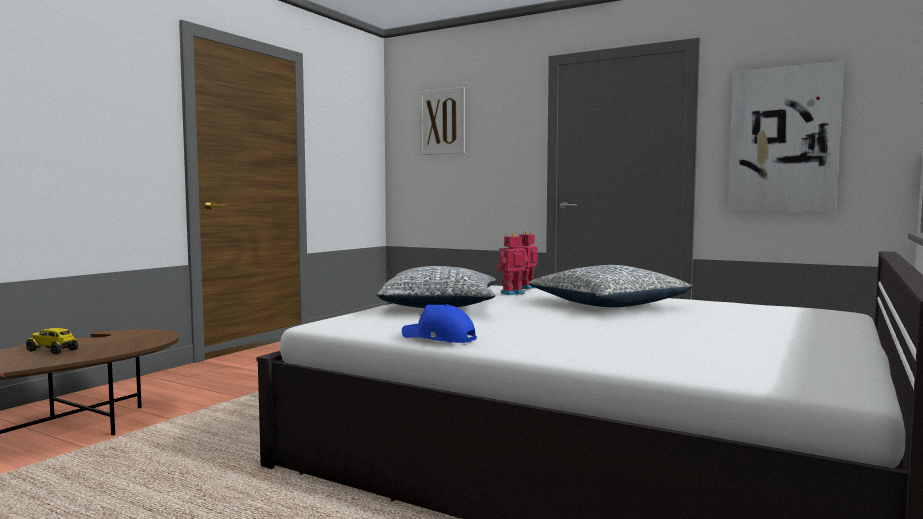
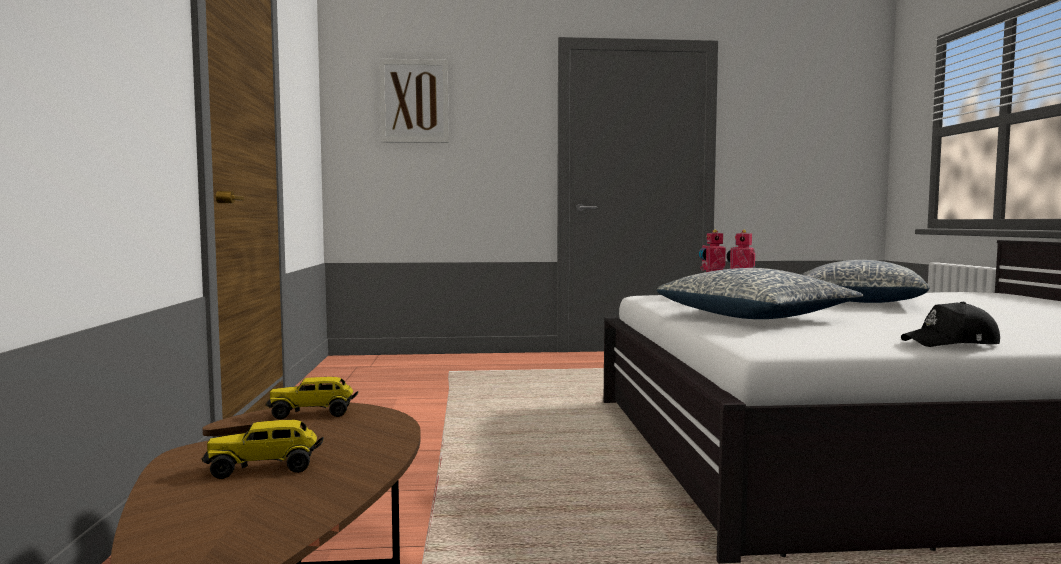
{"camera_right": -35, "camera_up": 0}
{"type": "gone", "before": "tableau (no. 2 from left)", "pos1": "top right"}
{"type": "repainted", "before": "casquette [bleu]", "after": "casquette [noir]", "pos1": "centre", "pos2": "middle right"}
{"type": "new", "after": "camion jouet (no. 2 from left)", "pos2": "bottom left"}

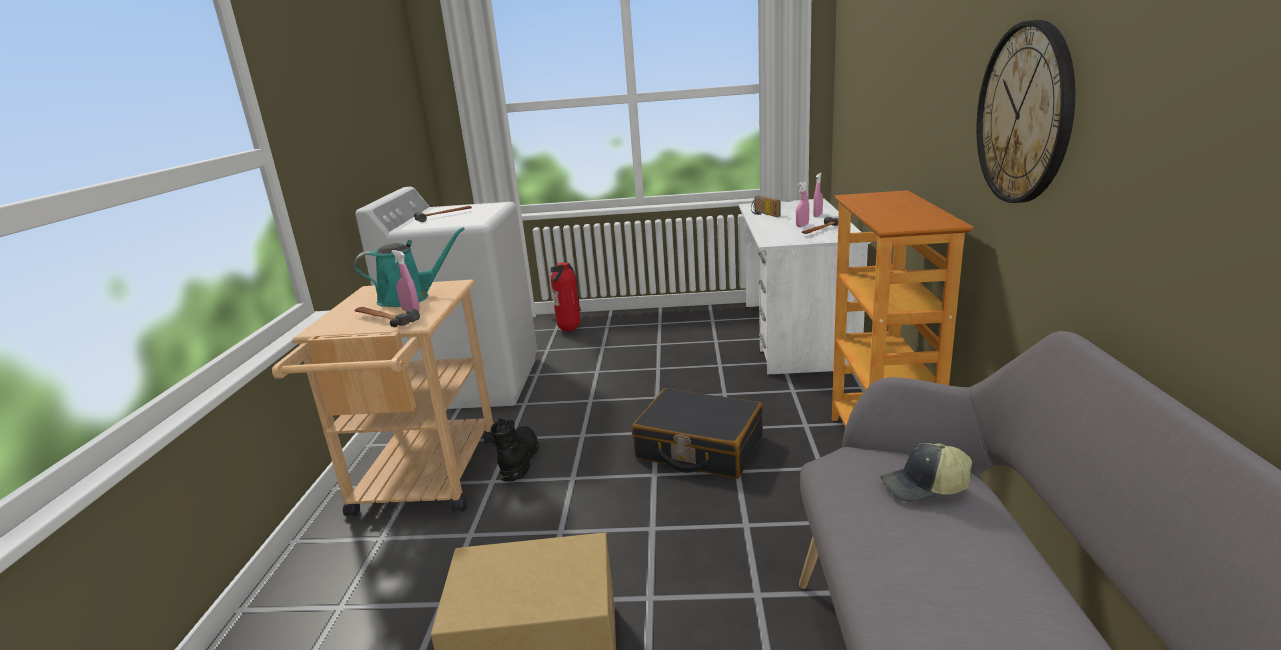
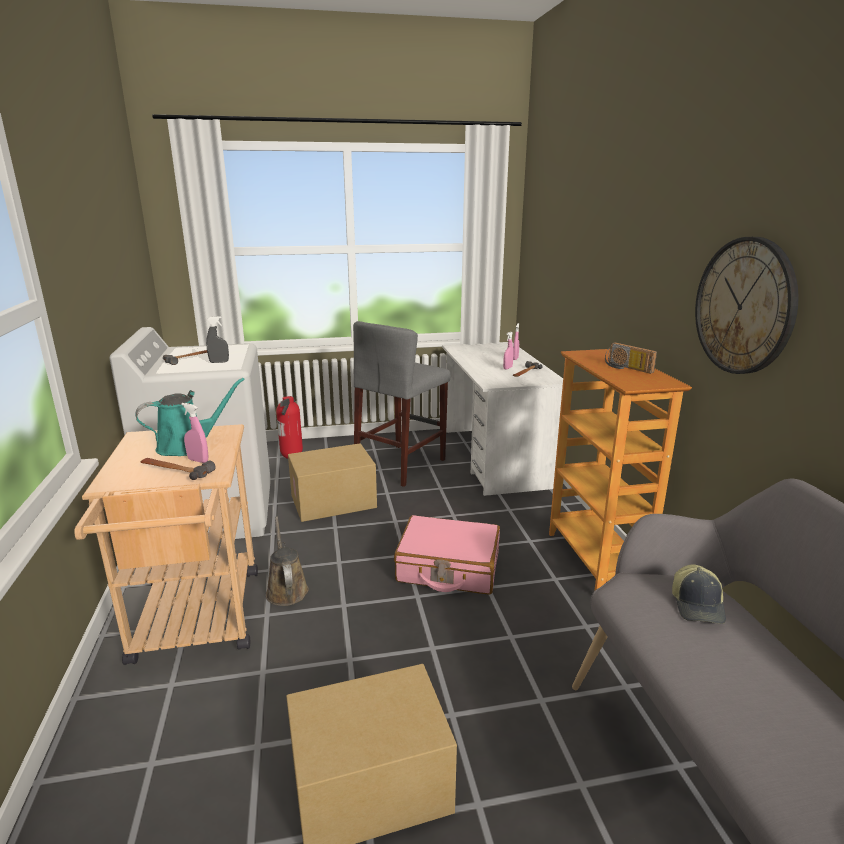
{"camera_right": -15, "camera_up": 0}
{"type": "shifted", "before": "radio", "pos1": "top centre", "pos2": "middle right"}
{"type": "repainted", "before": "valise [noir]", "after": "valise [rose]", "pos1": "centre", "pos2": "centre"}
{"type": "swapped", "before": "botte [noir]", "after": "arrosoir [marron]", "pos1": "bottom centre", "pos2": "centre"}
{"type": "rotated", "before": "casquette", "pos1": "bottom right", "pos2": "bottom right", "turn": -60}
{"type": "new", "after": "vaporisateur [gris]", "pos2": "middle left"}
{"type": "new", "after": "tabouret [gris]", "pos2": "centre"}
{"type": "new", "after": "carton (no. 1 from left)", "pos2": "centre"}

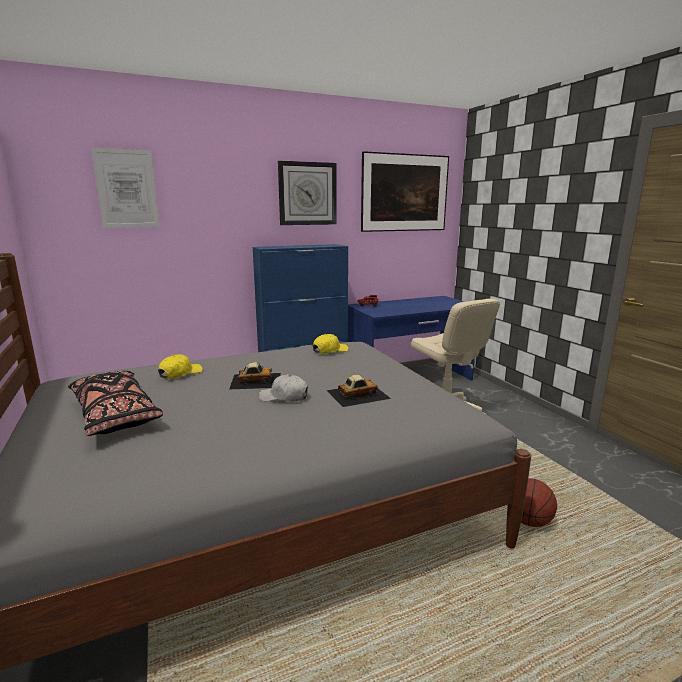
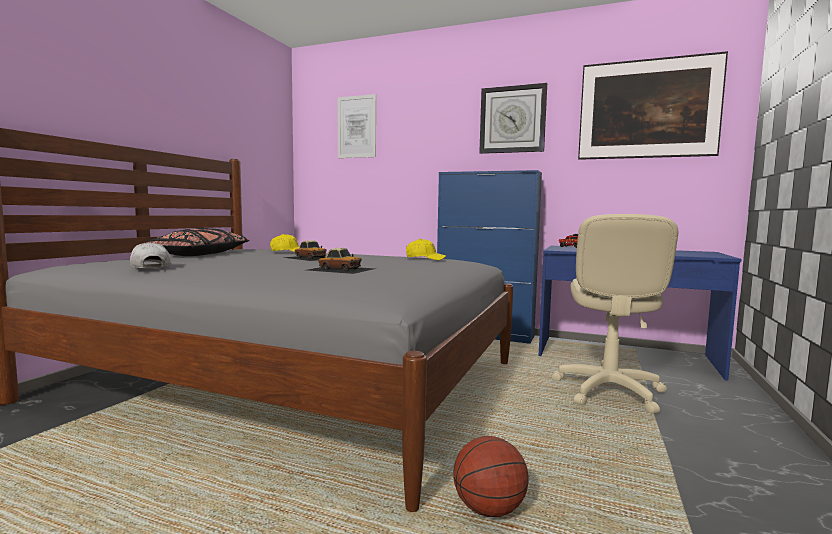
{"camera_right": 45, "camera_up": -10}
{"type": "shifted", "before": "casquette [blanc]", "pos1": "centre", "pos2": "middle left"}

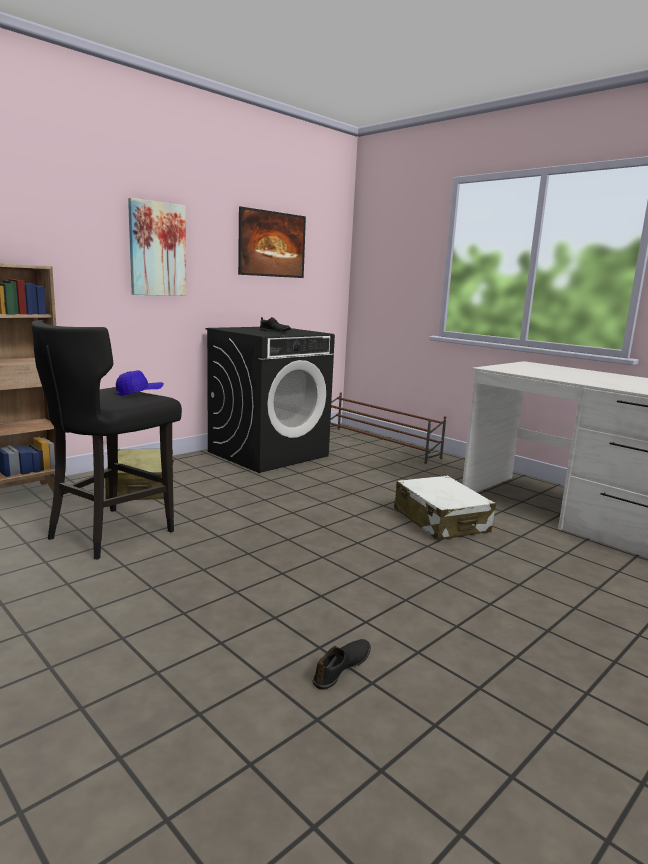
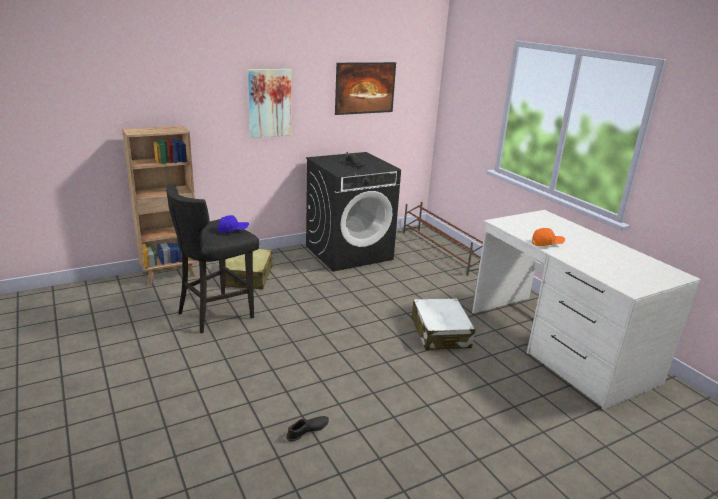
{"camera_right": 15, "camera_up": 10}
{"type": "new", "after": "casquette [orange]", "pos2": "middle right"}

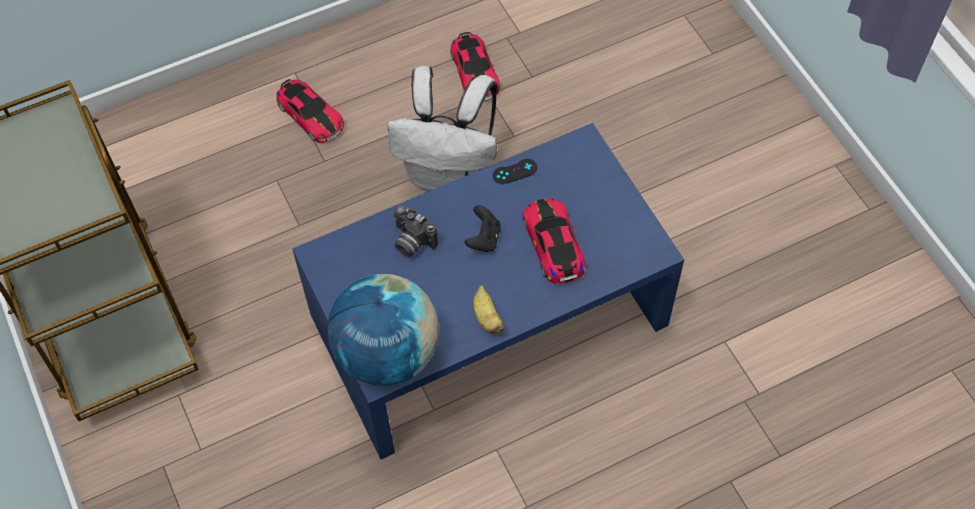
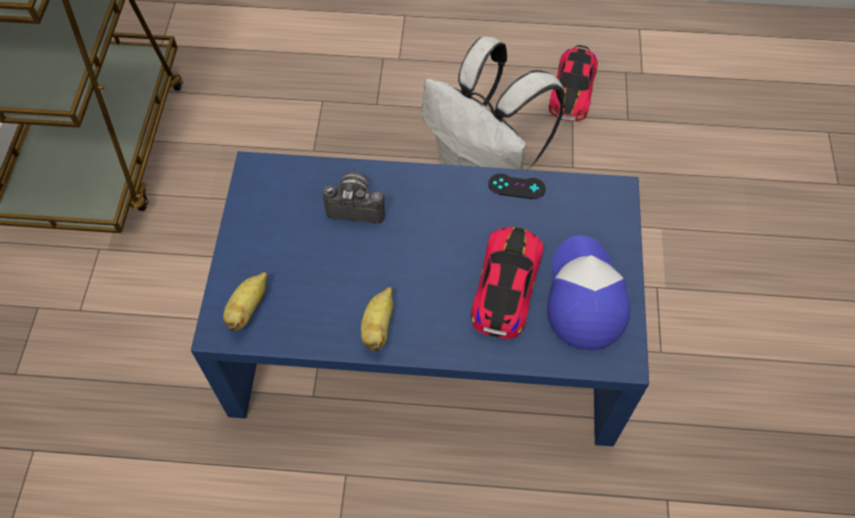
{"camera_right": 30, "camera_up": 0}
{"type": "gone", "before": "petite voiture (no. 1 from left)", "pos1": "top left"}
{"type": "gone", "before": "manette [noir] (no. 1 from left)", "pos1": "centre"}
{"type": "rotated", "before": "appareil photo", "pos1": "centre", "pos2": "centre", "turn": 120}
{"type": "swapped", "before": "globe", "after": "banane (no. 1 from left)", "pos1": "centre", "pos2": "middle left"}
{"type": "new", "after": "casquette", "pos2": "middle right"}

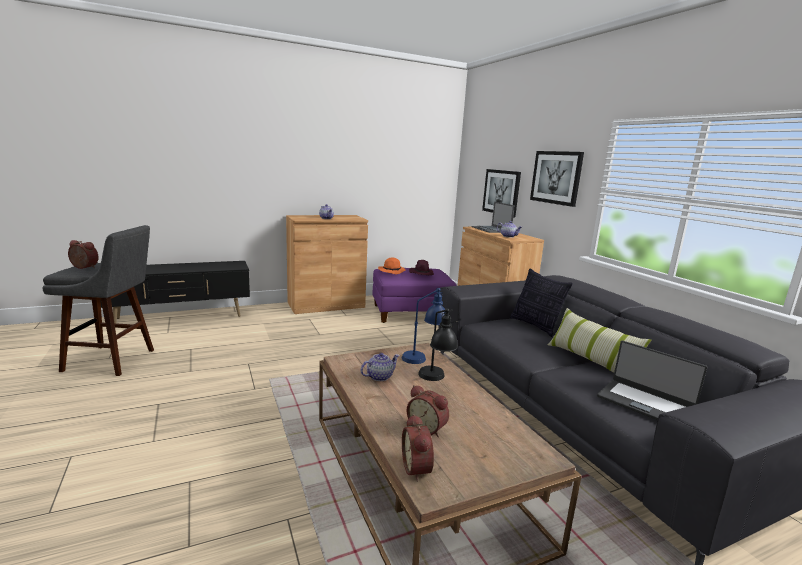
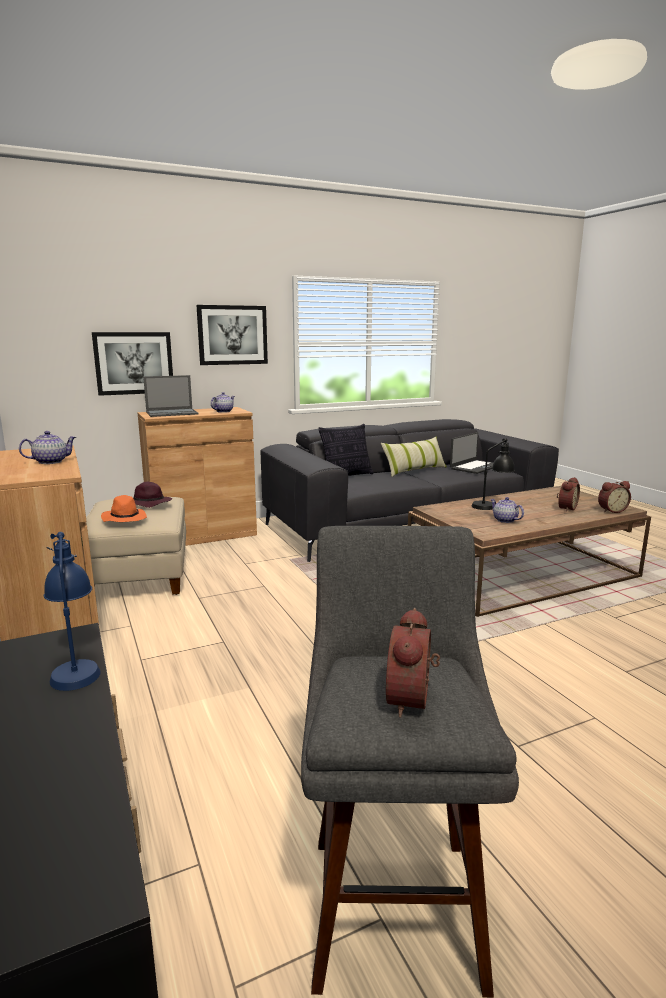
{"camera_right": -90, "camera_up": 0}
{"type": "repainted", "before": "pouf [violet]", "after": "pouf [beige]", "pos1": "centre", "pos2": "middle left"}
{"type": "shifted", "before": "lampe de table [bleu]", "pos1": "centre", "pos2": "middle left"}

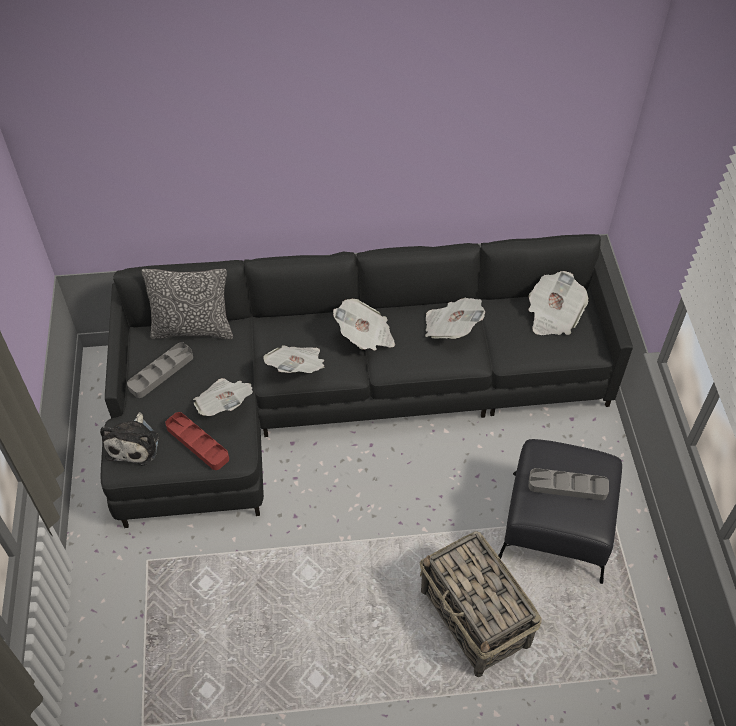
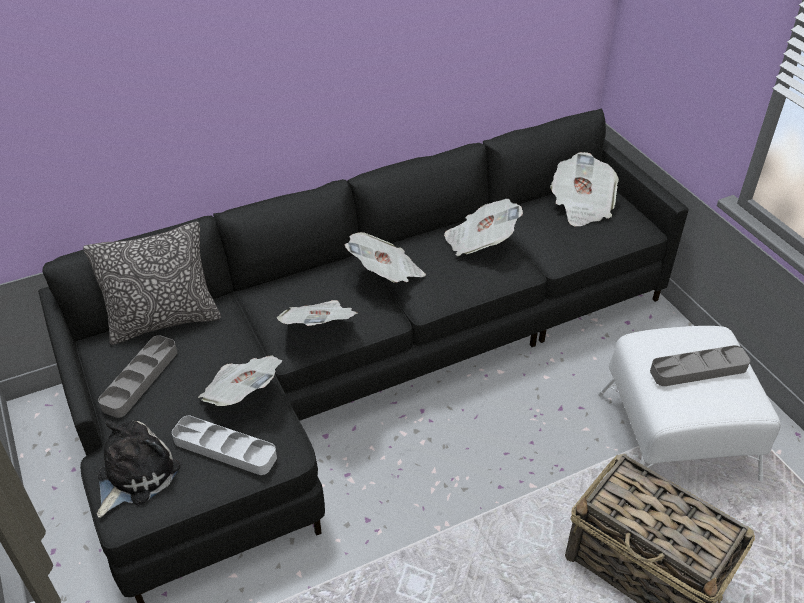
{"camera_right": -20, "camera_up": -10}
{"type": "rotated", "before": "peluche", "pos1": "middle left", "pos2": "bottom left", "turn": -135}
{"type": "repainted", "before": "plateau [rouge]", "after": "plateau [gris] (no. 2 from left)", "pos1": "middle left", "pos2": "bottom left"}
{"type": "repainted", "before": "pouf [noir]", "after": "pouf [blanc]", "pos1": "bottom right", "pos2": "bottom right"}

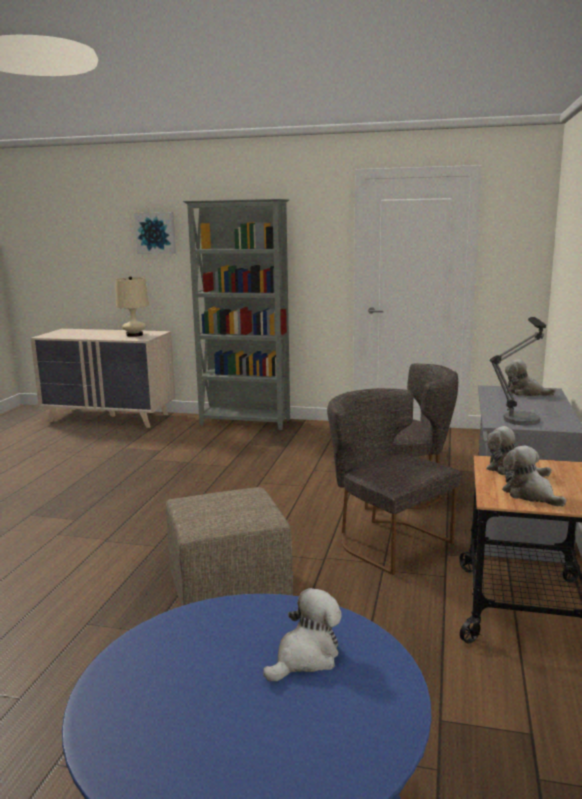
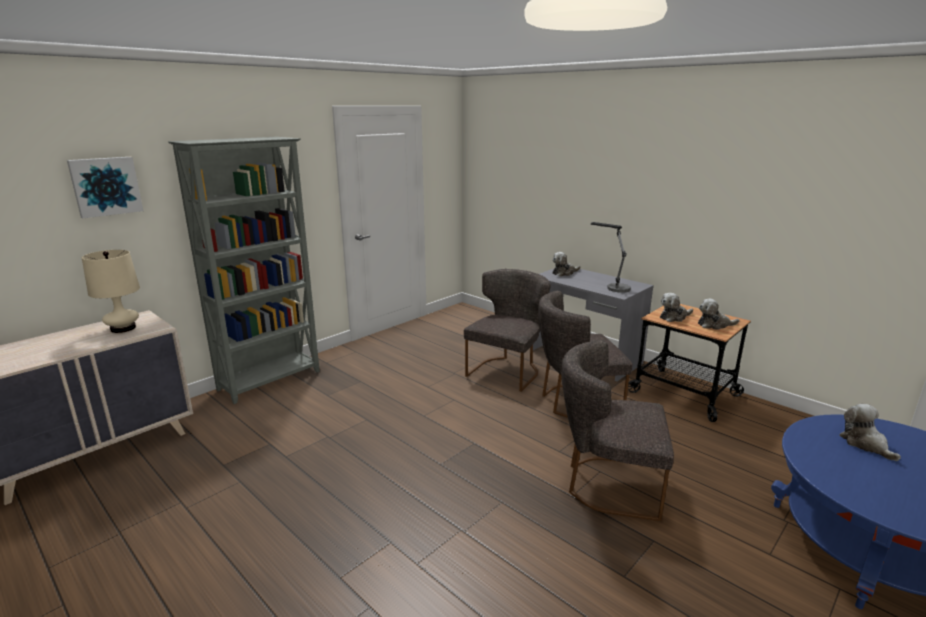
{"camera_right": -60, "camera_up": 5}
{"type": "swapped", "before": "pouf [beige]", "after": "chaise [gris] (no. 3 from left)", "pos1": "bottom centre", "pos2": "bottom centre"}

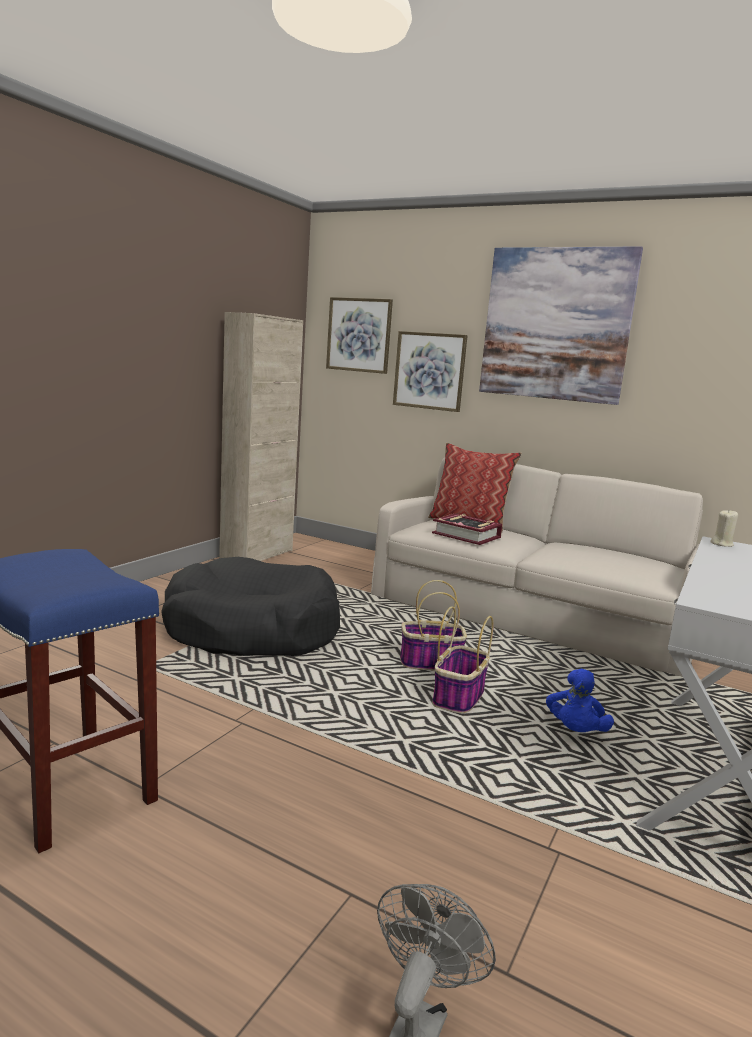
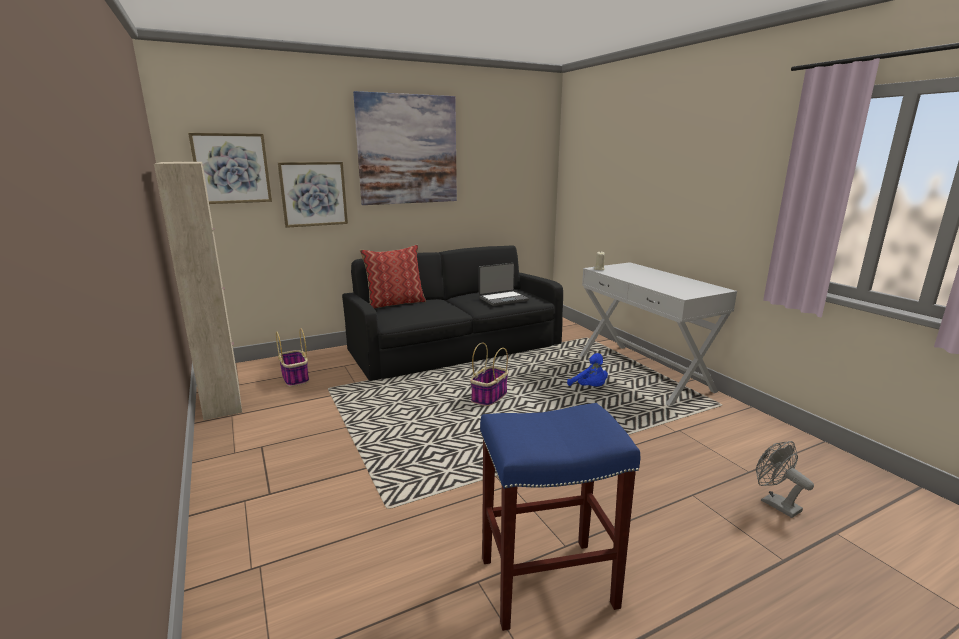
{"camera_right": -55, "camera_up": 5}
{"type": "repainted", "before": "canapé [beige]", "after": "canapé [noir]", "pos1": "middle right", "pos2": "centre"}
{"type": "gone", "before": "livre", "pos1": "centre"}
{"type": "gone", "before": "panier pour chien [noir]", "pos1": "middle left"}
{"type": "shifted", "before": "panier (no. 2 from left in the first image)", "after": "panier (no. 1 from left)", "pos1": "centre", "pos2": "middle left"}
{"type": "new", "after": "ordinateur portable", "pos2": "centre"}

